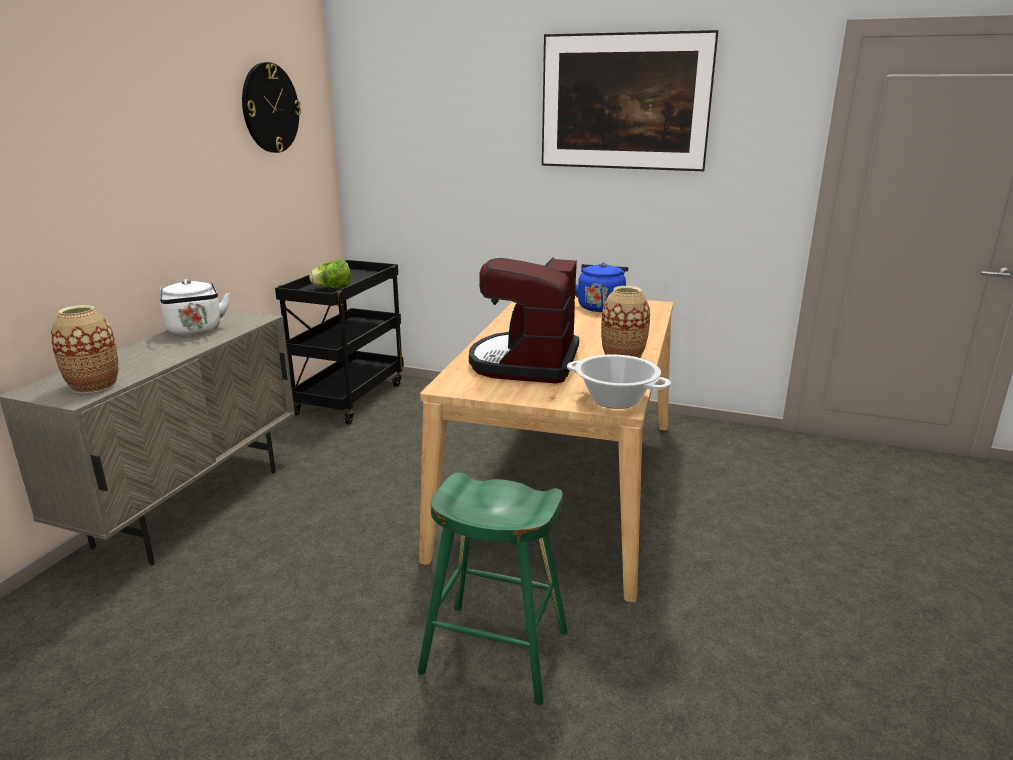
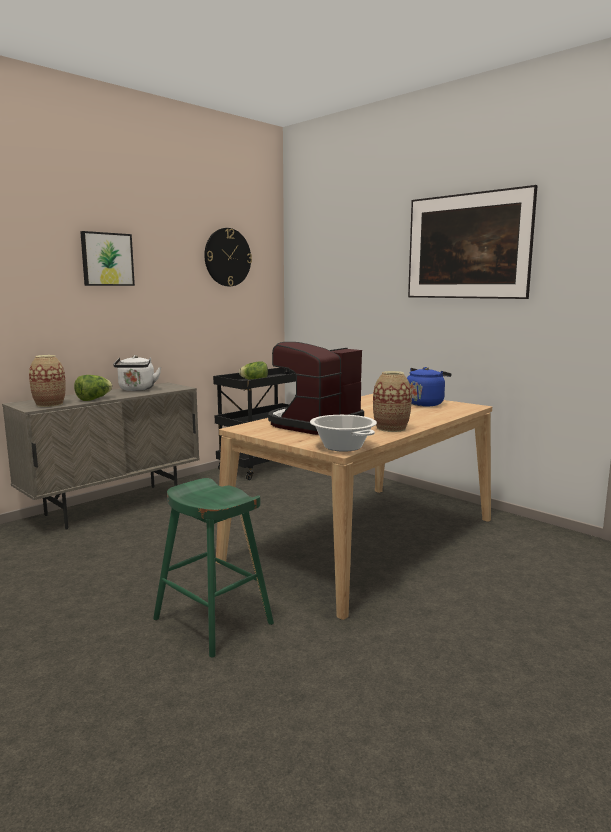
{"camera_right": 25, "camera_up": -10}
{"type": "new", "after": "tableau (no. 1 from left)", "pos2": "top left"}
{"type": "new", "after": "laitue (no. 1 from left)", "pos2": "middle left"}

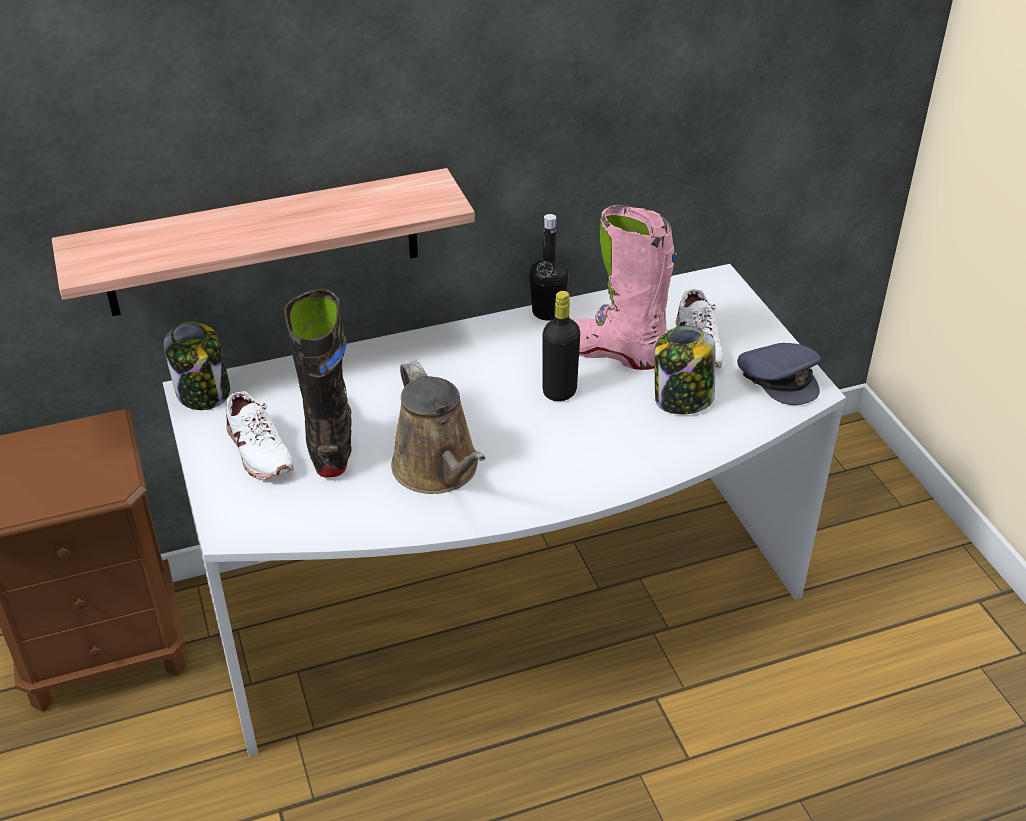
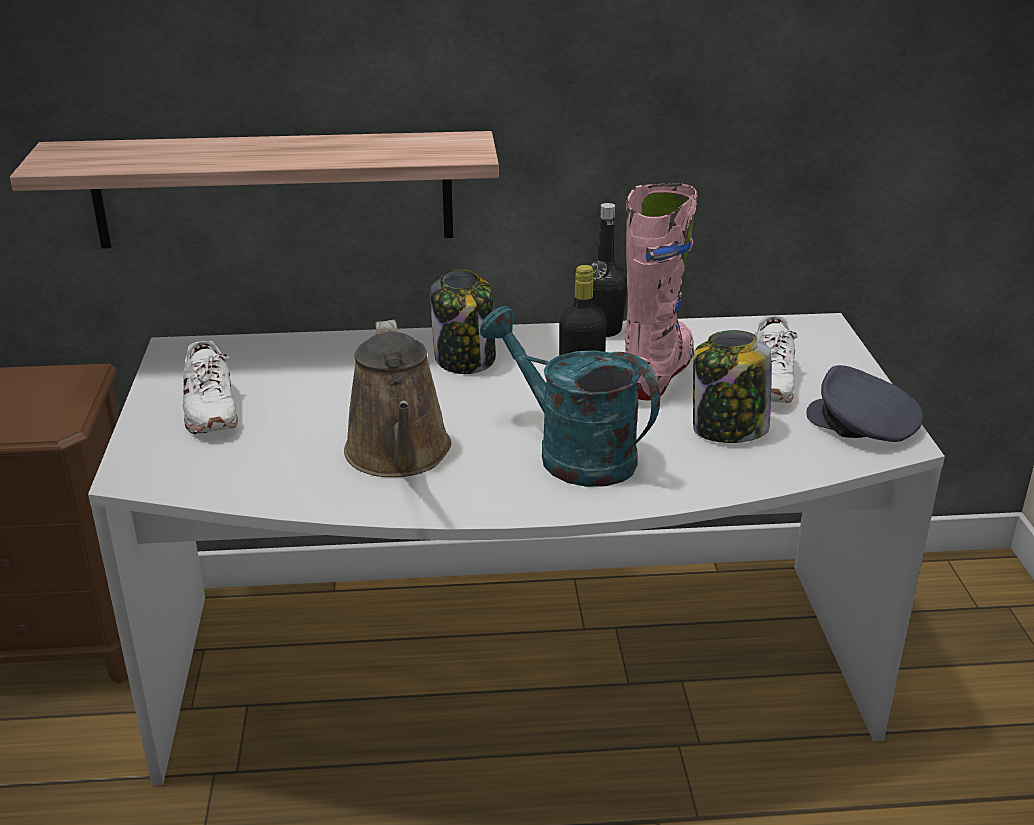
{"camera_right": 15, "camera_up": -10}
{"type": "rotated", "before": "botte [rose]", "pos1": "centre", "pos2": "centre", "turn": 75}
{"type": "gone", "before": "botte [noir]", "pos1": "middle left"}
{"type": "shifted", "before": "bocal (no. 1 from left)", "pos1": "middle left", "pos2": "centre"}
{"type": "rotated", "before": "casquette [gris]", "pos1": "middle right", "pos2": "middle right", "turn": 150}
{"type": "new", "after": "arrosoir [turquoise]", "pos2": "centre"}

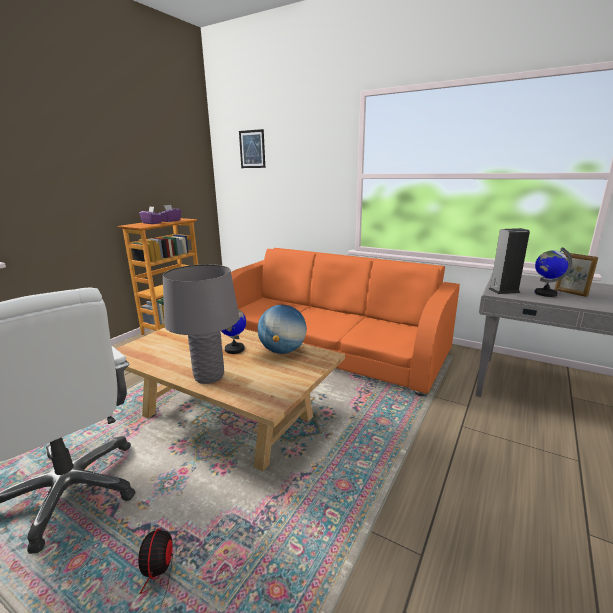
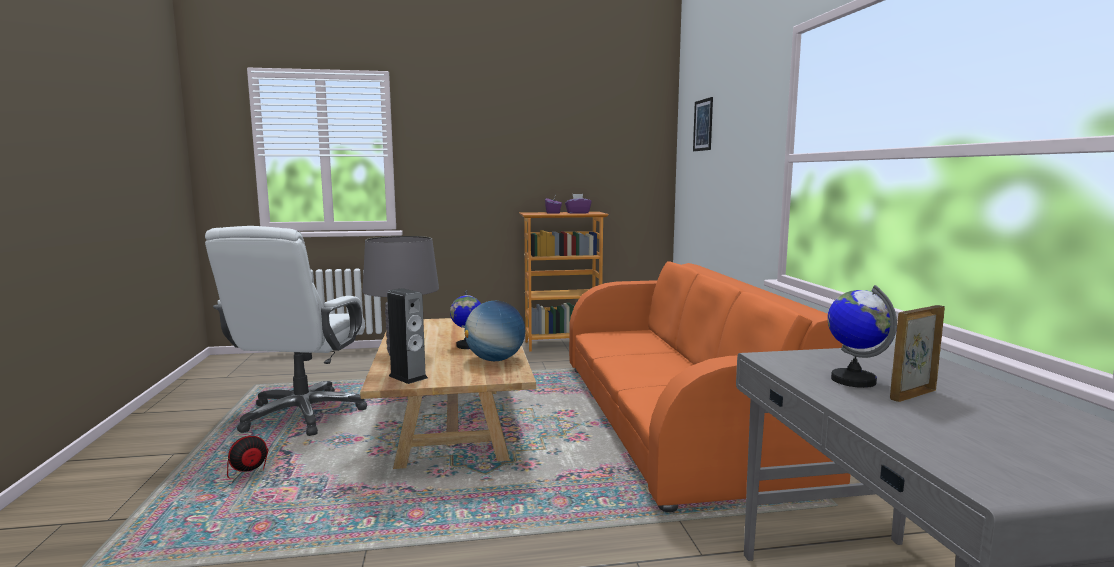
{"camera_right": 50, "camera_up": -10}
{"type": "shifted", "before": "enceinte", "pos1": "middle right", "pos2": "centre"}
{"type": "rotated", "before": "cadre photo", "pos1": "middle right", "pos2": "middle right", "turn": 45}

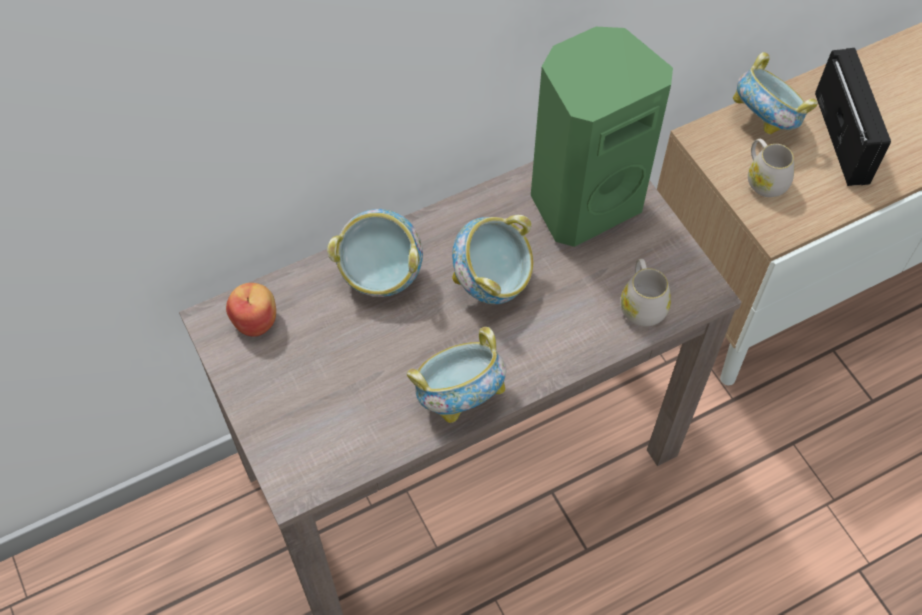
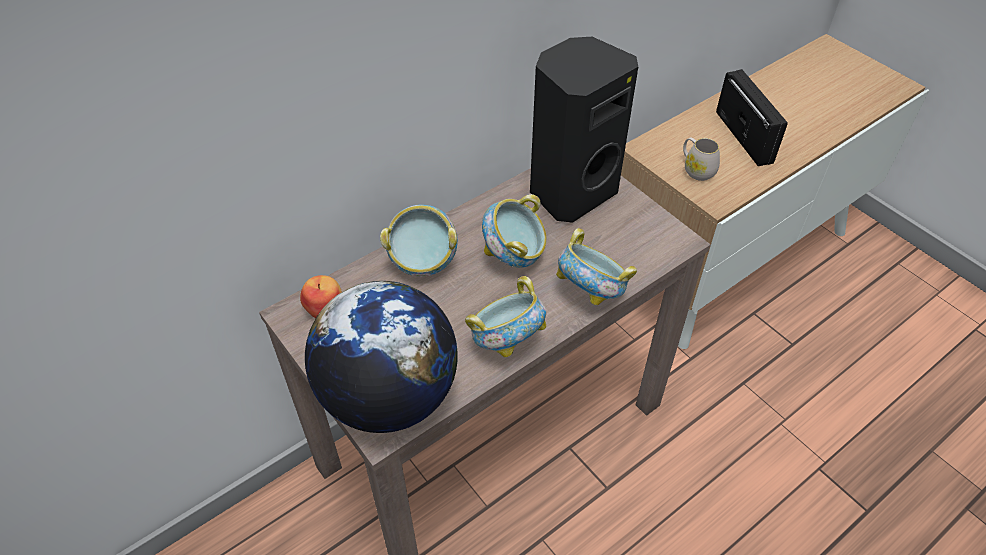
{"camera_right": -10, "camera_up": -10}
{"type": "repainted", "before": "enceinte [vert]", "after": "enceinte [noir]", "pos1": "top centre", "pos2": "top centre"}
{"type": "shifted", "before": "bol (no. 4 from left)", "pos1": "top right", "pos2": "centre"}
{"type": "gone", "before": "mug [blanc] (no. 1 from left)", "pos1": "middle right"}
{"type": "new", "after": "globe", "pos2": "centre"}

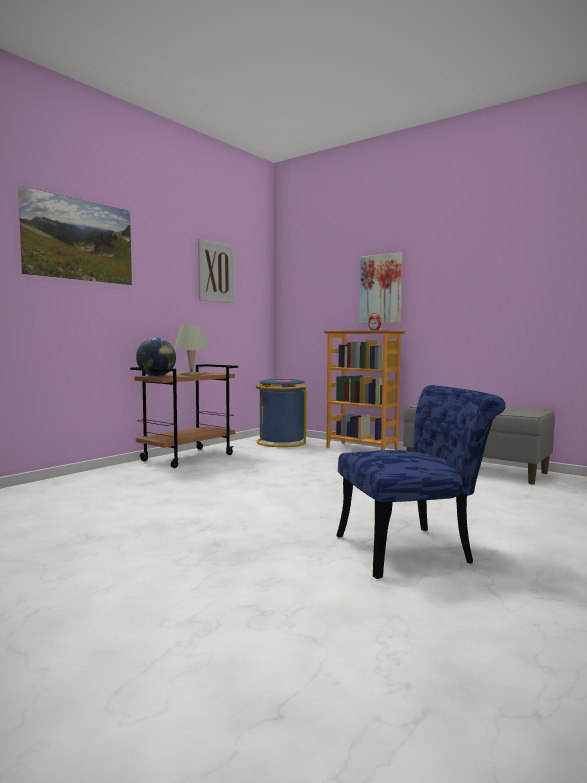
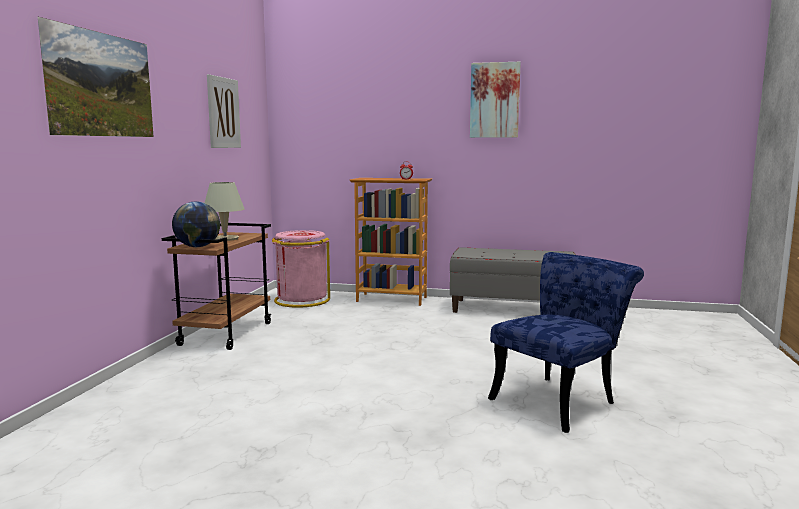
{"camera_right": -25, "camera_up": 5}
{"type": "shifted", "before": "tableau (no. 3 from left)", "pos1": "centre", "pos2": "top centre"}
{"type": "repainted", "before": "poubelle [bleu]", "after": "poubelle [rose]", "pos1": "centre", "pos2": "centre"}

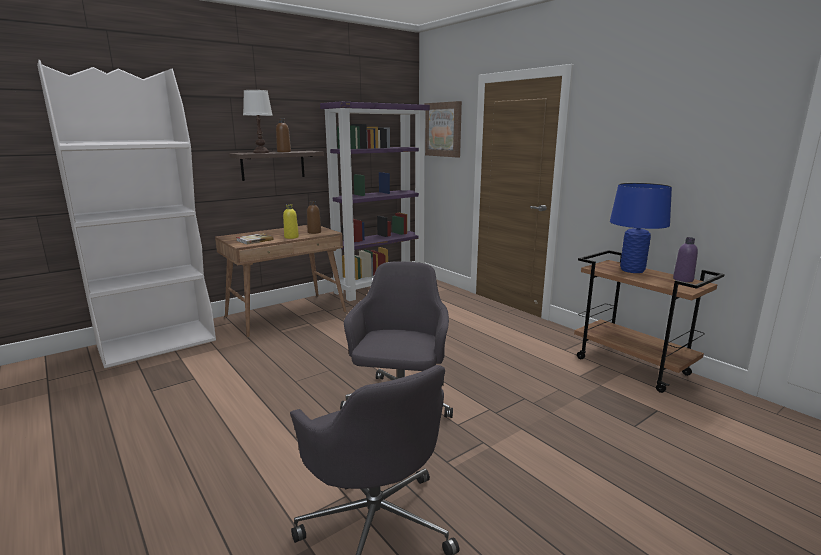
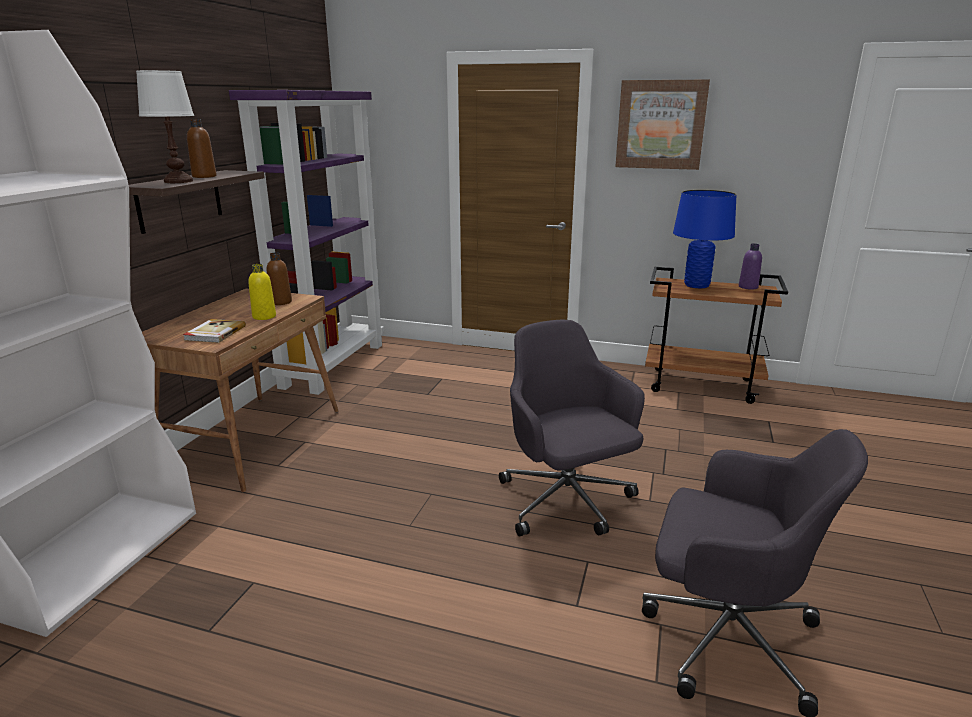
{"camera_right": -35, "camera_up": 5}
{"type": "shifted", "before": "tableau", "pos1": "top centre", "pos2": "top right"}

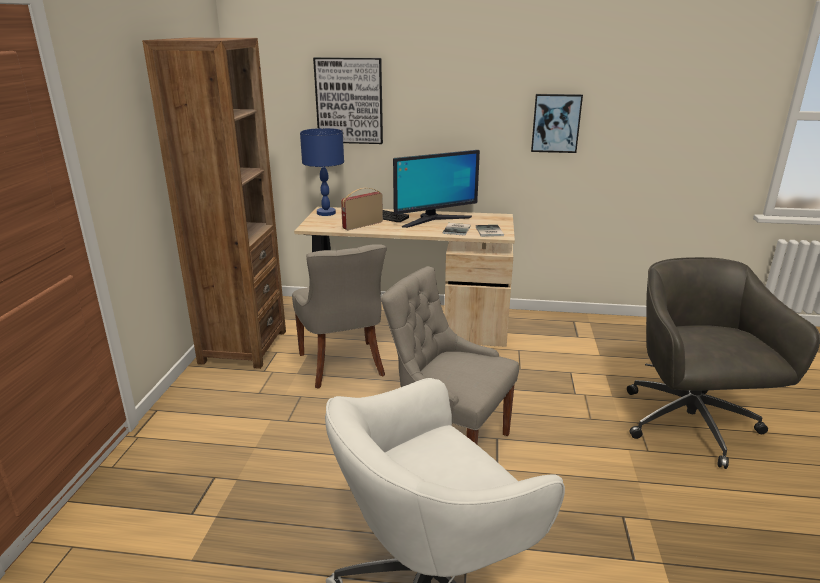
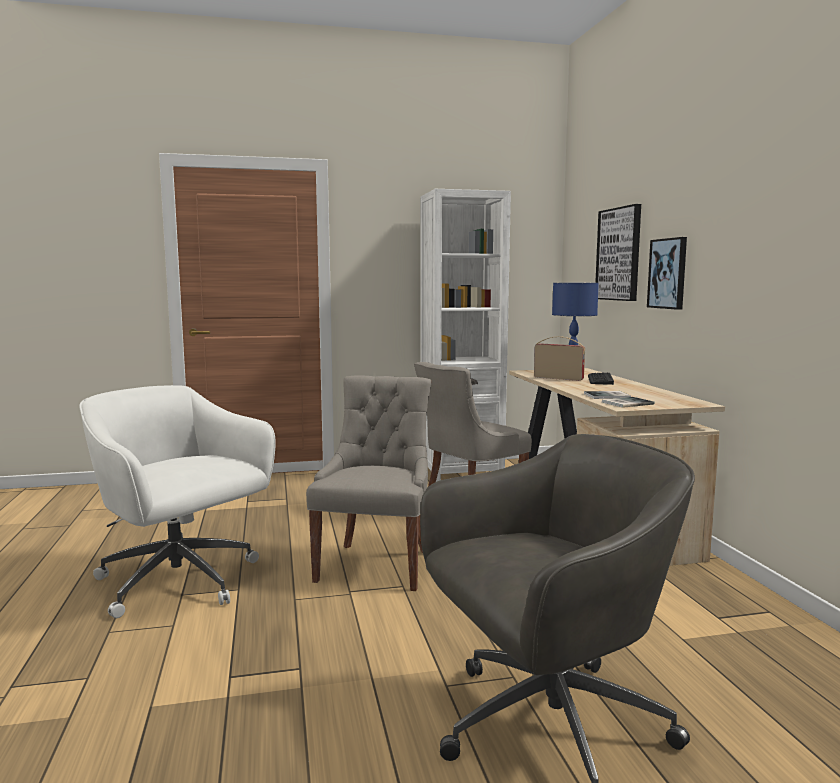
{"camera_right": 70, "camera_up": -15}
{"type": "repainted", "before": "bibliothèque [marron]", "after": "bibliothèque [blanc]", "pos1": "middle left", "pos2": "centre"}
{"type": "shifted", "before": "tableau (no. 2 from left)", "pos1": "top right", "pos2": "middle right"}
{"type": "gone", "before": "écran d'ordinateur", "pos1": "top centre"}

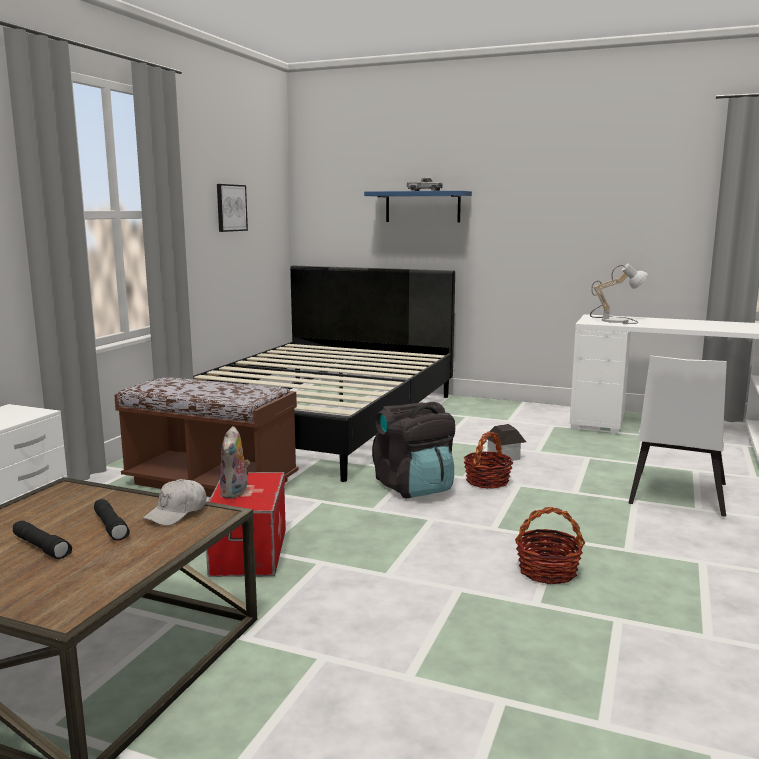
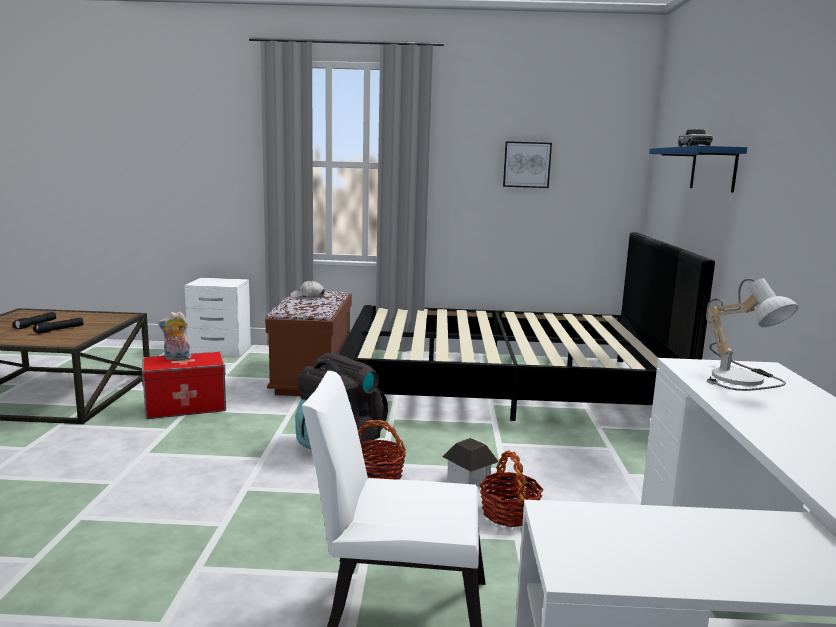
{"camera_right": 70, "camera_up": 0}
{"type": "shifted", "before": "casquette [blanc]", "pos1": "middle left", "pos2": "centre"}
{"type": "shifted", "before": "panier (no. 2 from left)", "pos1": "bottom right", "pos2": "bottom centre"}

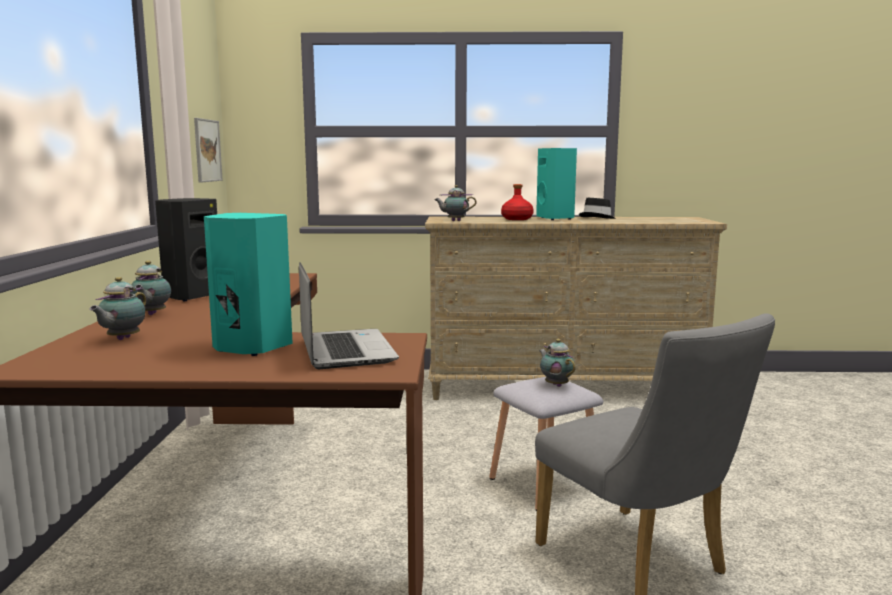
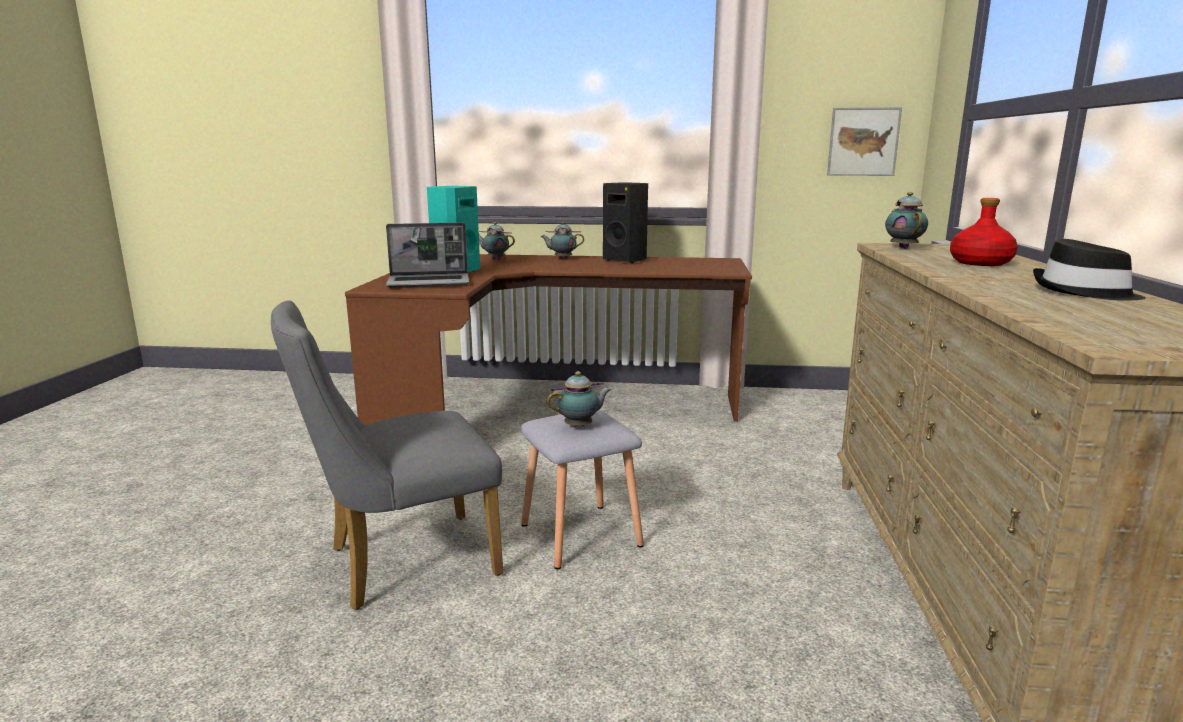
{"camera_right": 95, "camera_up": 5}
{"type": "gone", "before": "enceinte [turquoise] (no. 2 from left)", "pos1": "top centre"}

